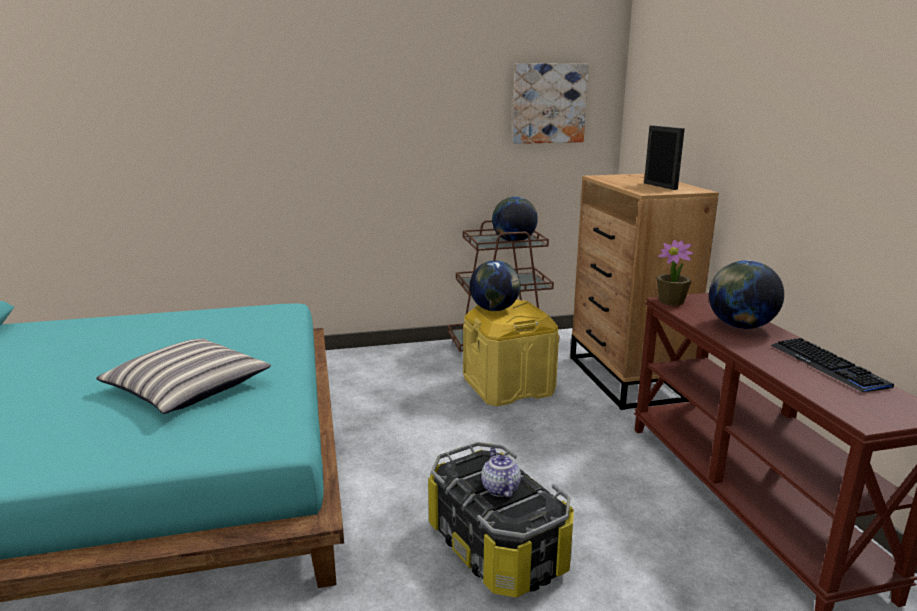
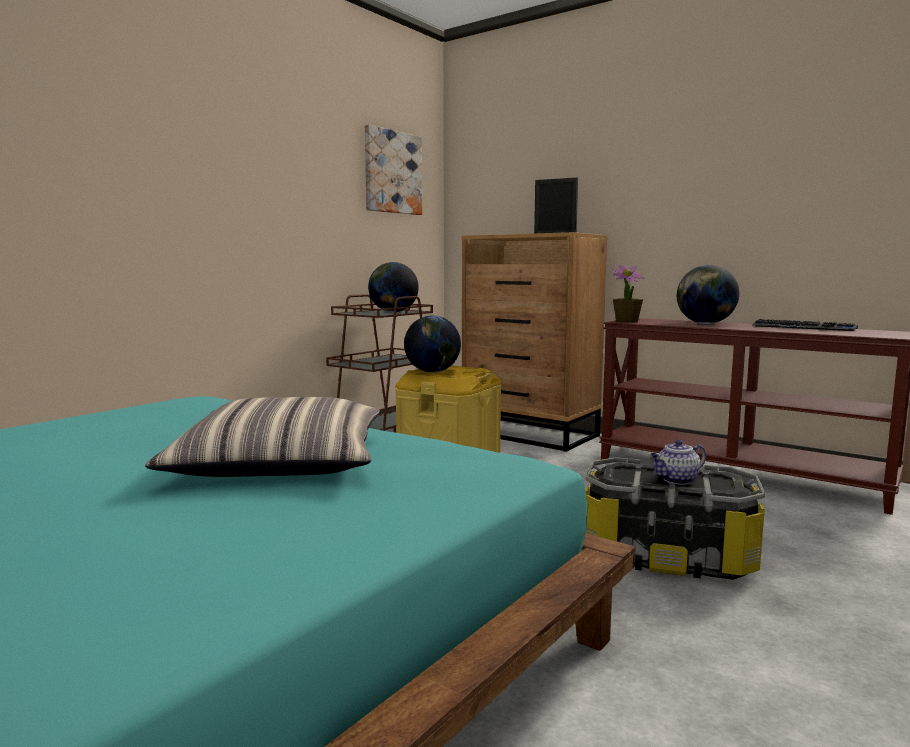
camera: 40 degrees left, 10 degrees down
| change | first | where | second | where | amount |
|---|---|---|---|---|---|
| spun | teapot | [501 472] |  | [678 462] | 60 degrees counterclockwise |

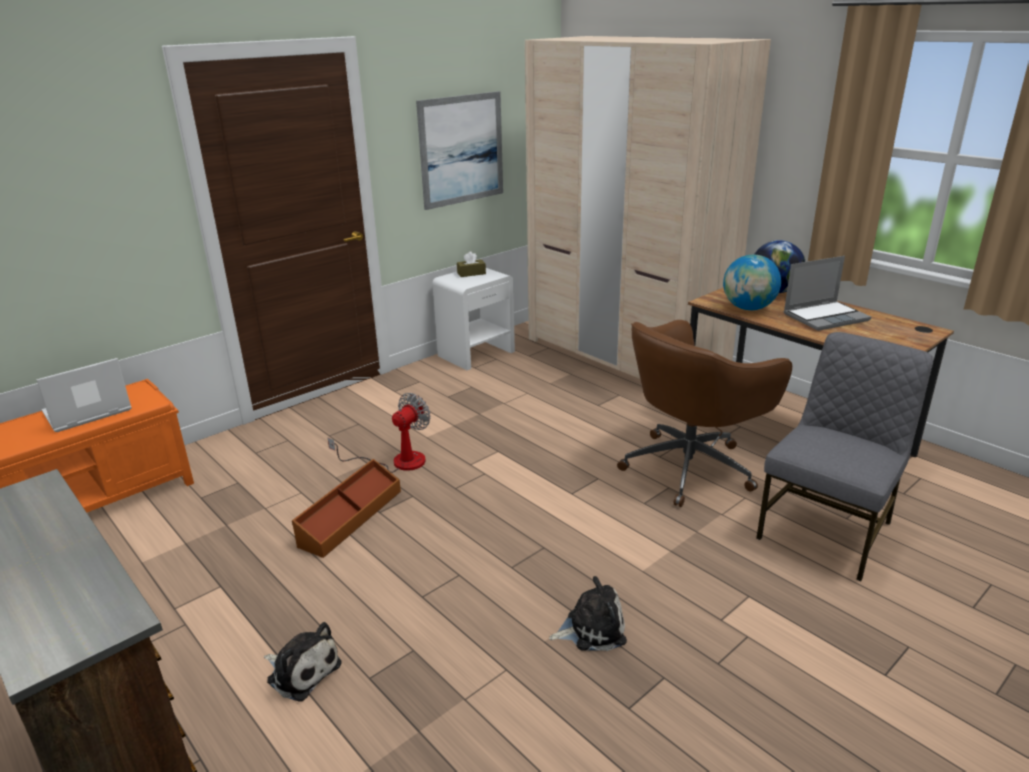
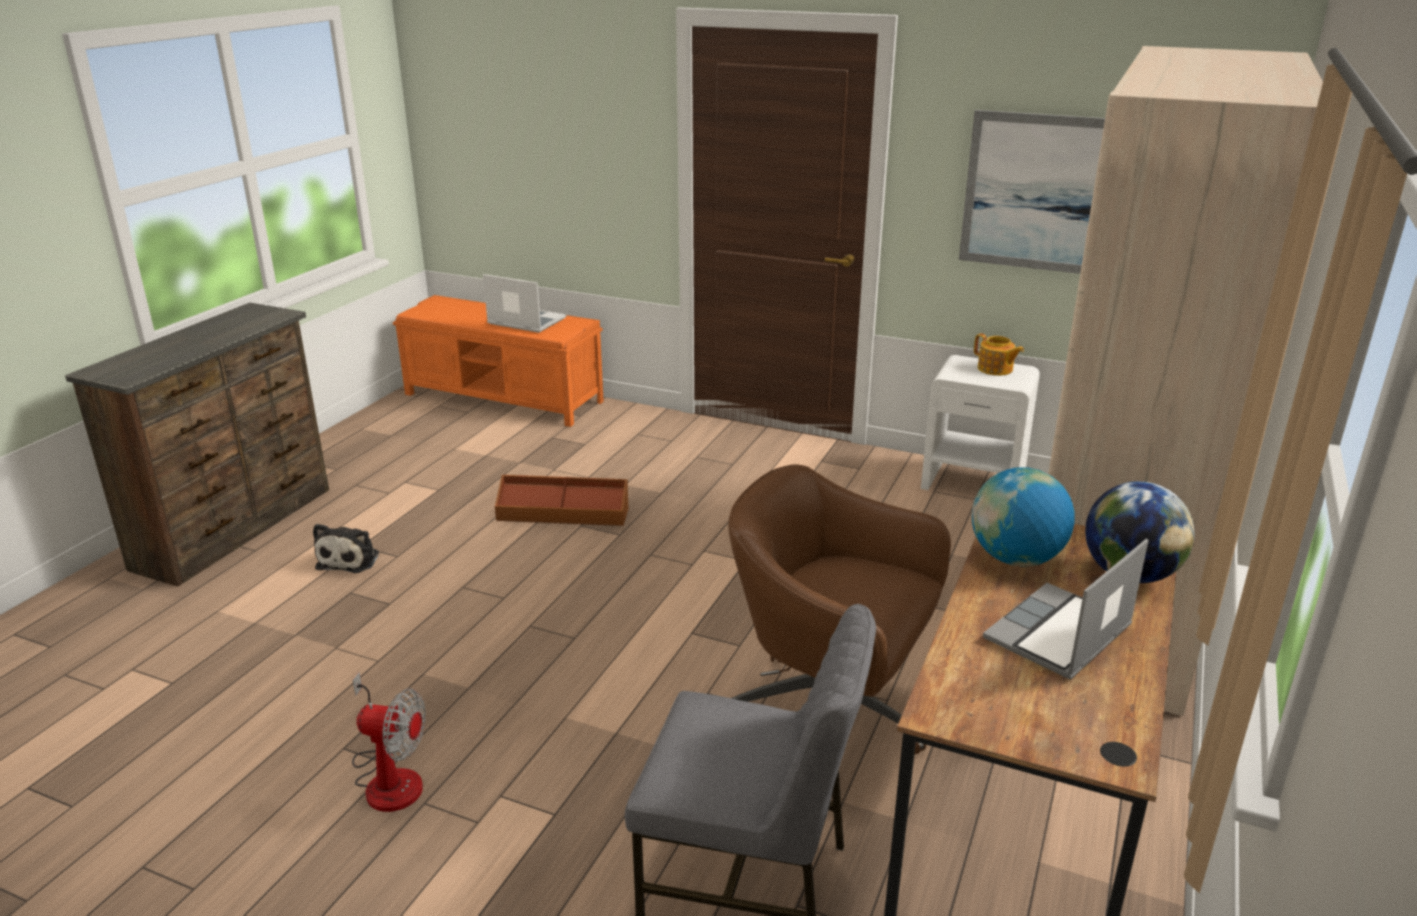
camera: 65 degrees right, 0 degrees up
| change | first | where | second | where | amount |
|---|---|---|---|---|---|
| relocated | fan | [379 433] |  | [389 742] |  |
| exchanged | brown_tissue_box | [471 264] | teapot | [999 354] |  |
| missing | plush_toy | [588 613] |  |  |  |
| spun | laptop | [827 293] |  | [1066 609] | 90 degrees clockwise |

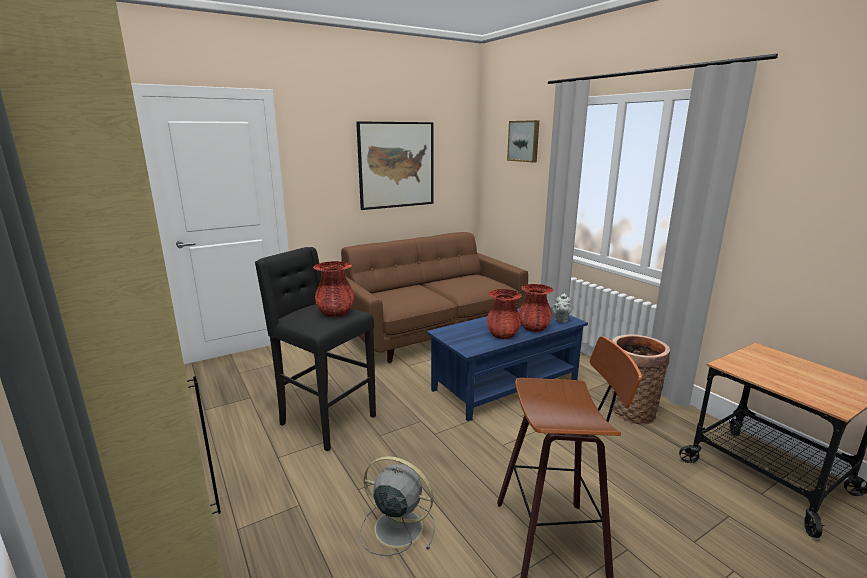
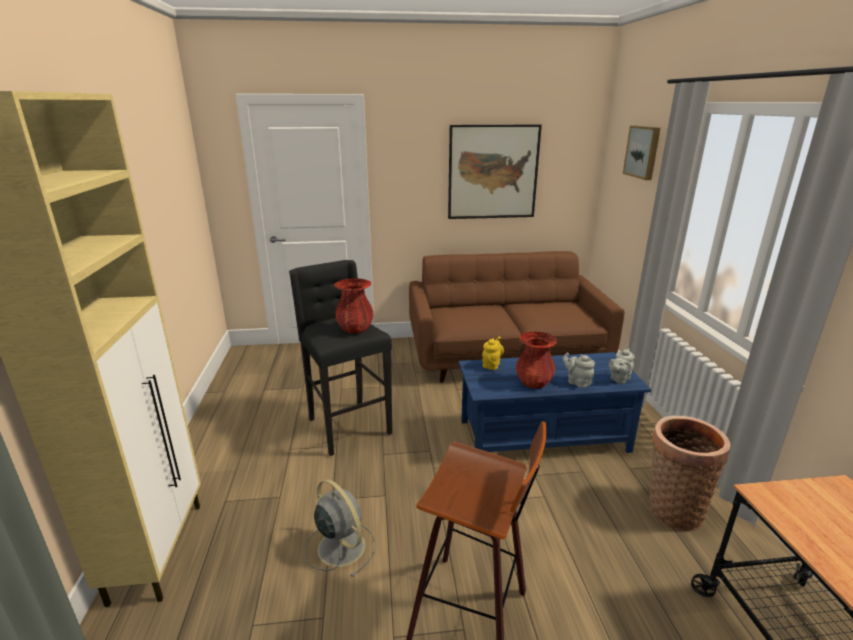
camera: 25 degrees right, 5 degrees up
| change | first | where | second | where | amount |
|---|---|---|---|---|---|
| exchanged | red_vase | [536 308] | grey_teapot | [579 370] |  |
| appeared |  |  | yellow_teapot | [493 353] |  |

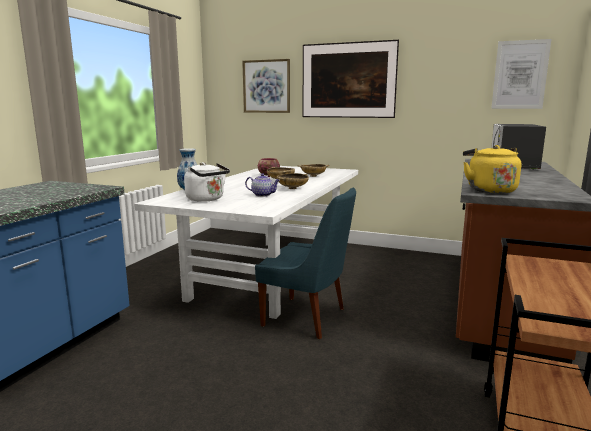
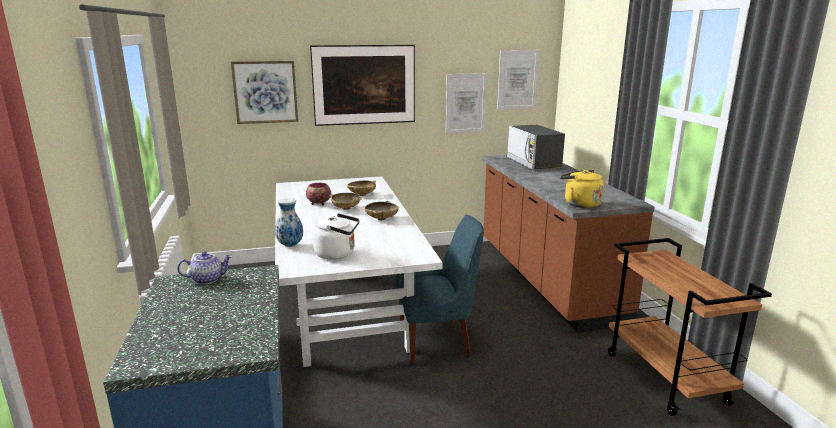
camera: 35 degrees left, 5 degrees up
| change | first | where | second | where | amount |
|---|---|---|---|---|---|
| relocated | teapot | [262 185] |  | [204 267] |  |
| appeared |  |  | picture | [466 103] |  |

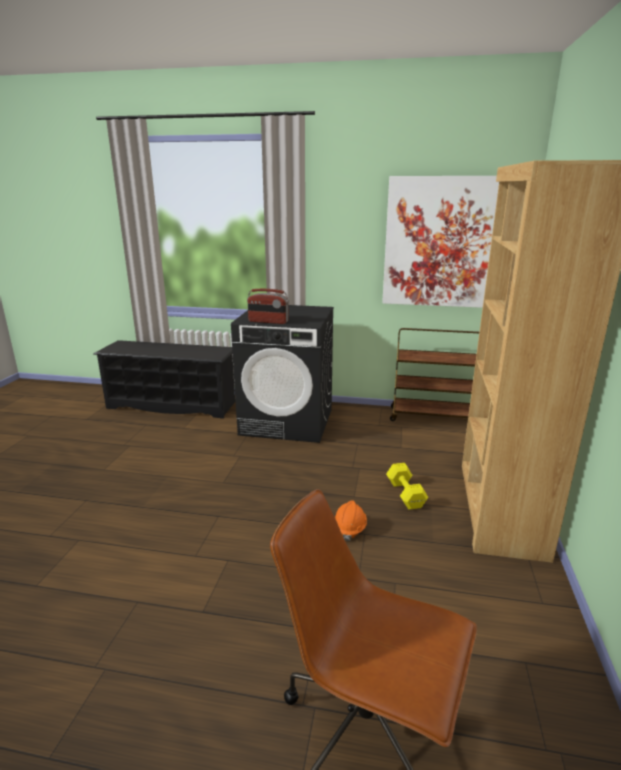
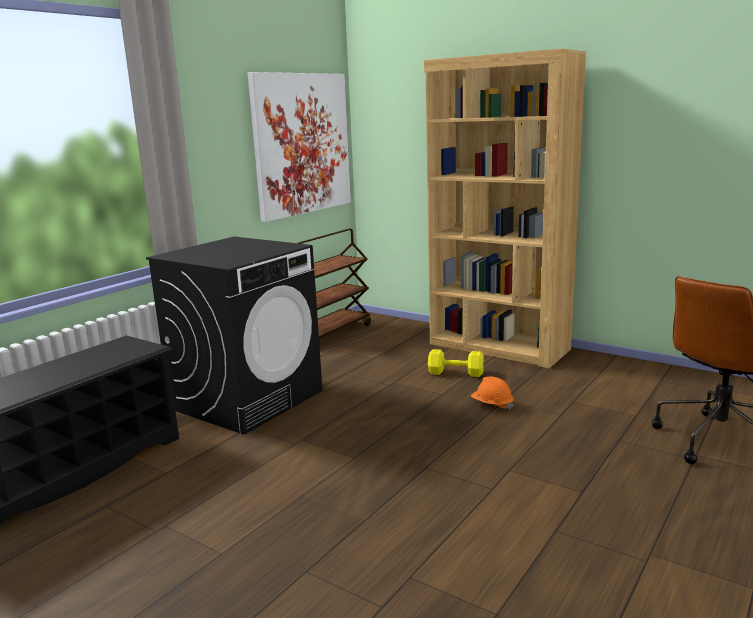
camera: 65 degrees left, 5 degrees down
| change | first | where | second | where | amount |
|---|---|---|---|---|---|
| missing | radio | [268 306] |  |  |  |

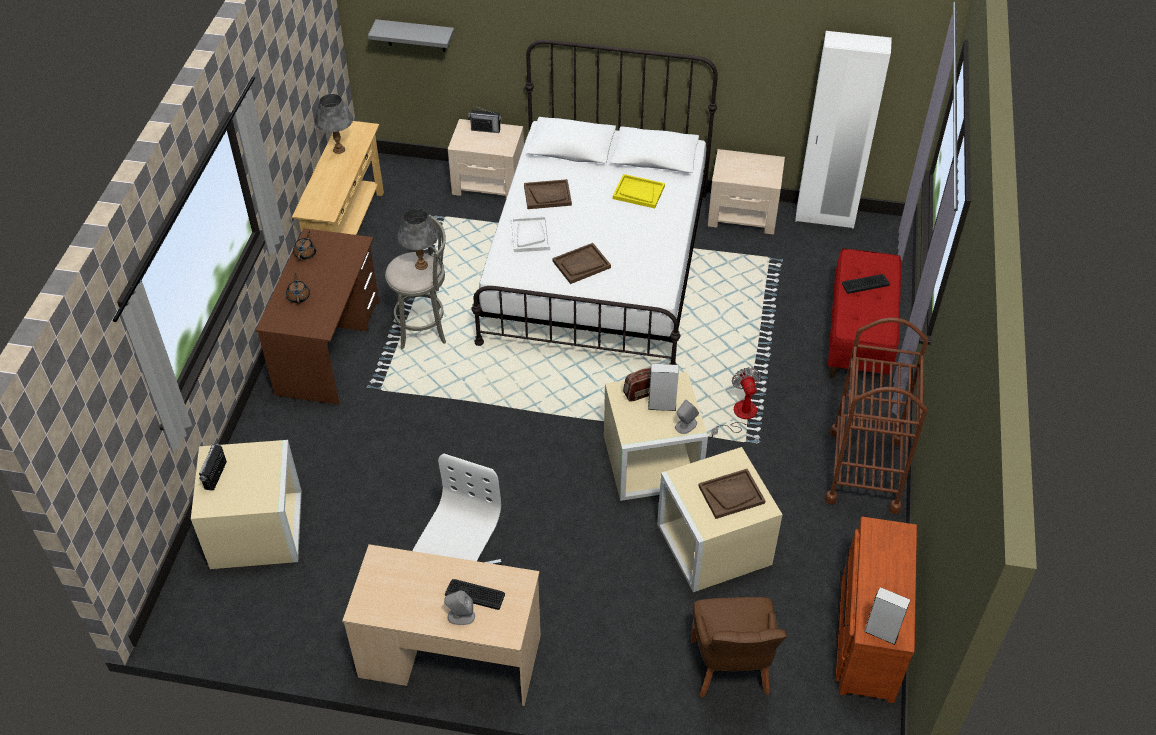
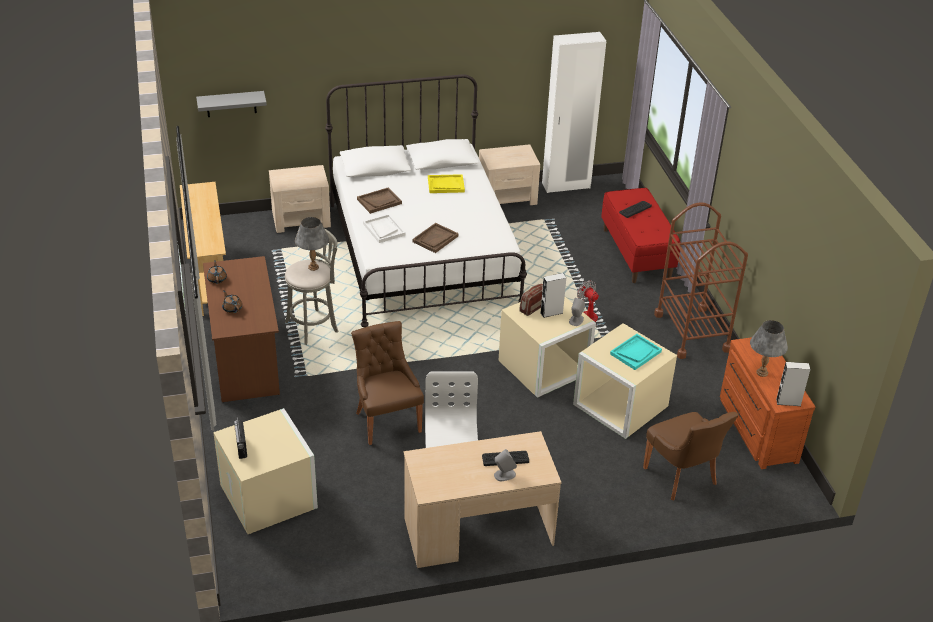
camera: 25 degrees left, 10 degrees down
| change | first | where | second | where | amount |
|---|---|---|---|---|---|
| relocated | grey_table_lamp | [334 124] |  | [769 348] |  |
| missing | radio | [485 119] |  |  |  |
| colour | brown_tray | [731 494] | turquoise_tray | [636 352] |  |
| appeared |  |  | brown_chair | [387 383] |  |

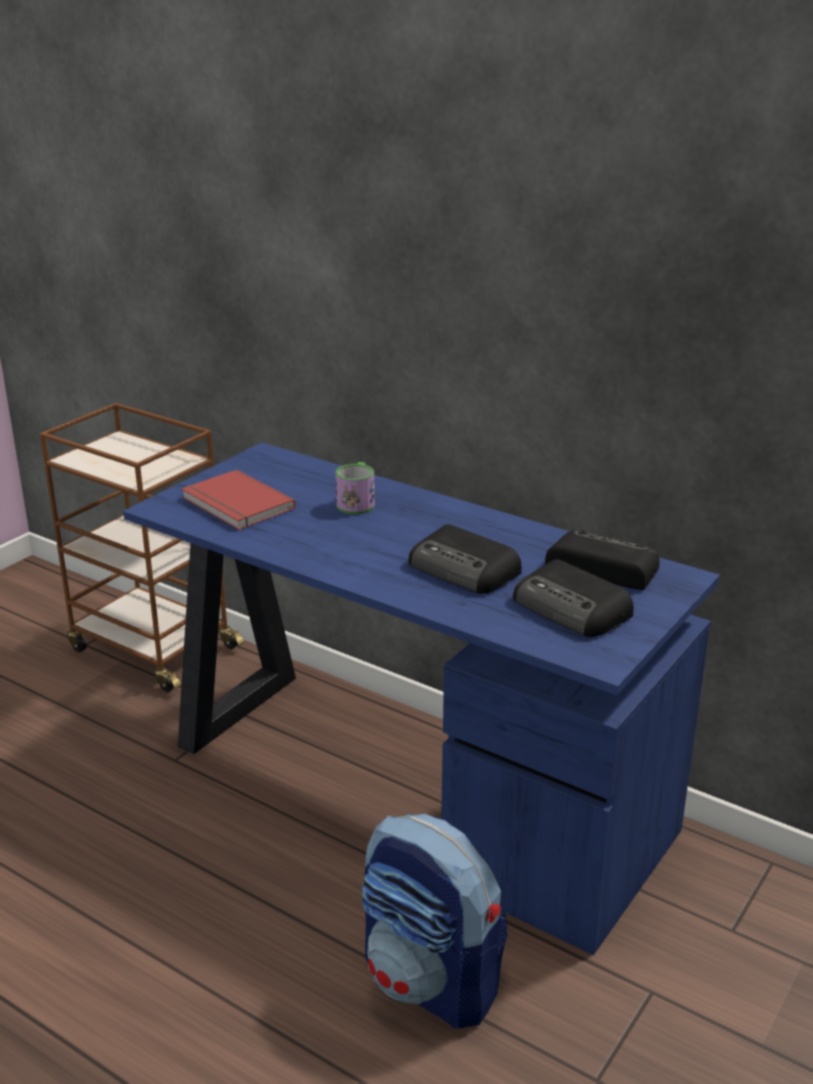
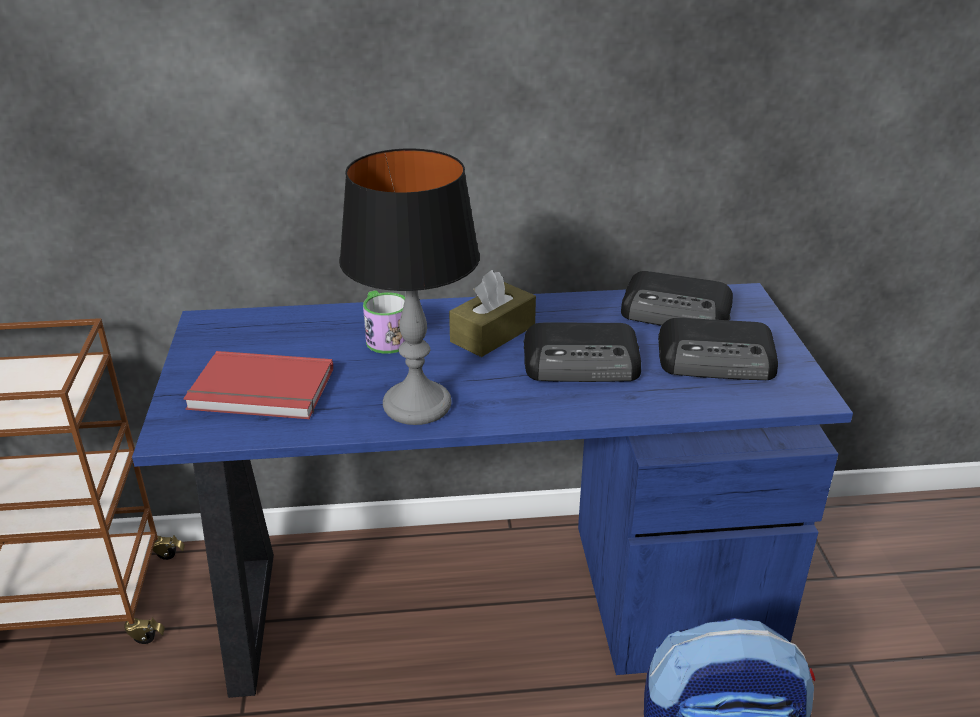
camera: 40 degrees left, 5 degrees up
| change | first | where | second | where | amount |
|---|---|---|---|---|---|
| spun | radio | [602 560] |  | [677 298] | 150 degrees counterclockwise |
| appeared |  |  | table_lamp | [409 287] |  |
| appeared |  |  | brown_tissue_box | [492 313] |  |

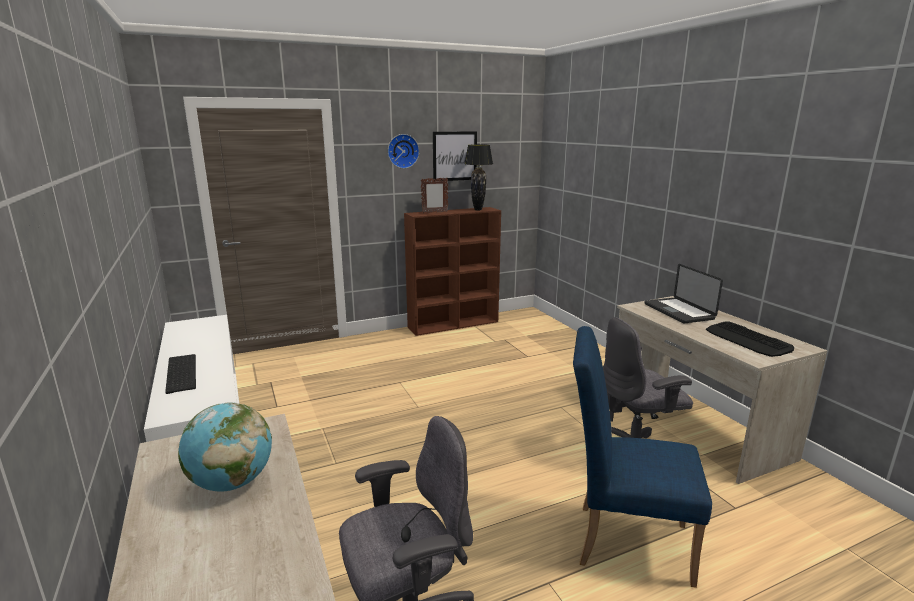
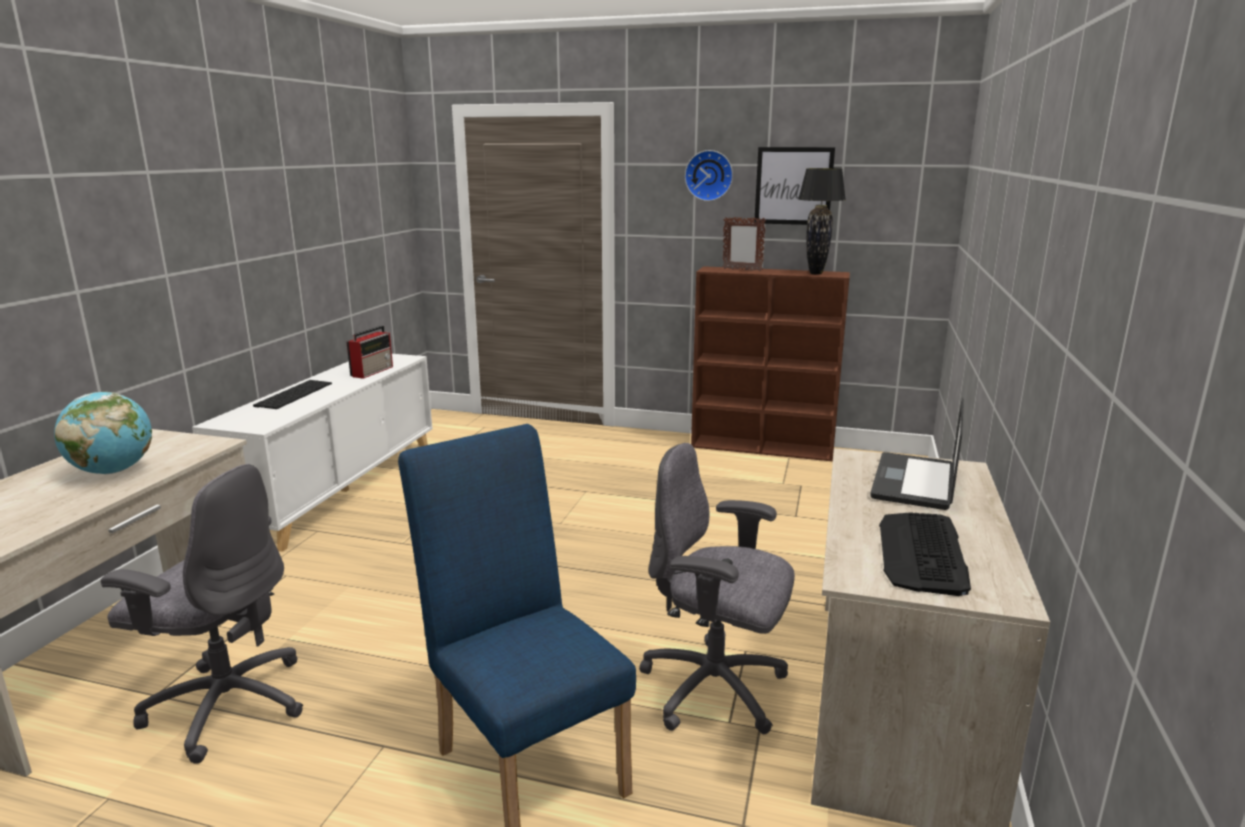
camera: 40 degrees right, 0 degrees up
| change | first | where | second | where | amount |
|---|---|---|---|---|---|
| appeared |  |  | radio | [370 352] |  |

